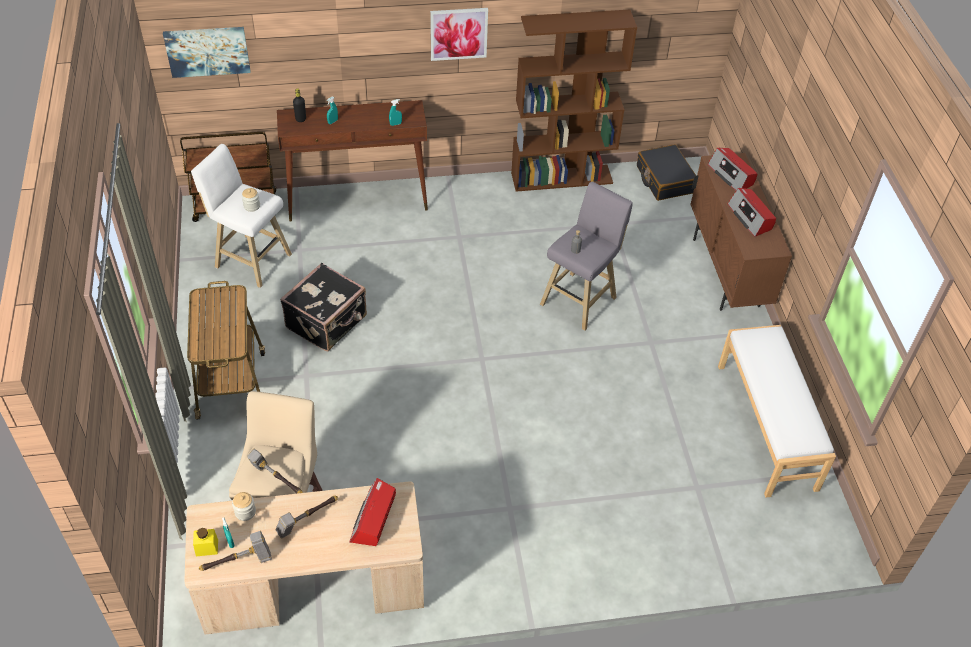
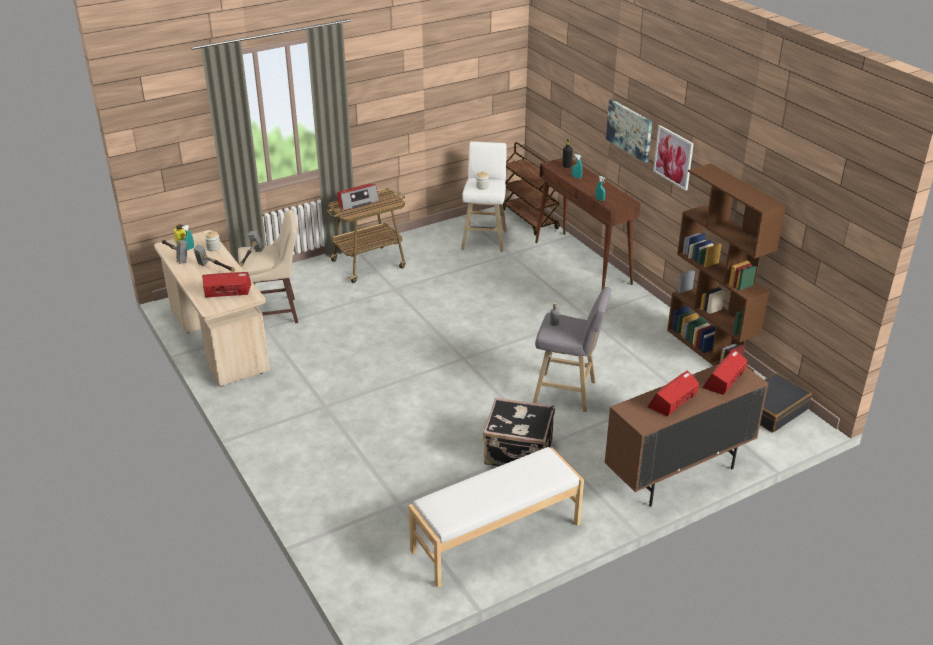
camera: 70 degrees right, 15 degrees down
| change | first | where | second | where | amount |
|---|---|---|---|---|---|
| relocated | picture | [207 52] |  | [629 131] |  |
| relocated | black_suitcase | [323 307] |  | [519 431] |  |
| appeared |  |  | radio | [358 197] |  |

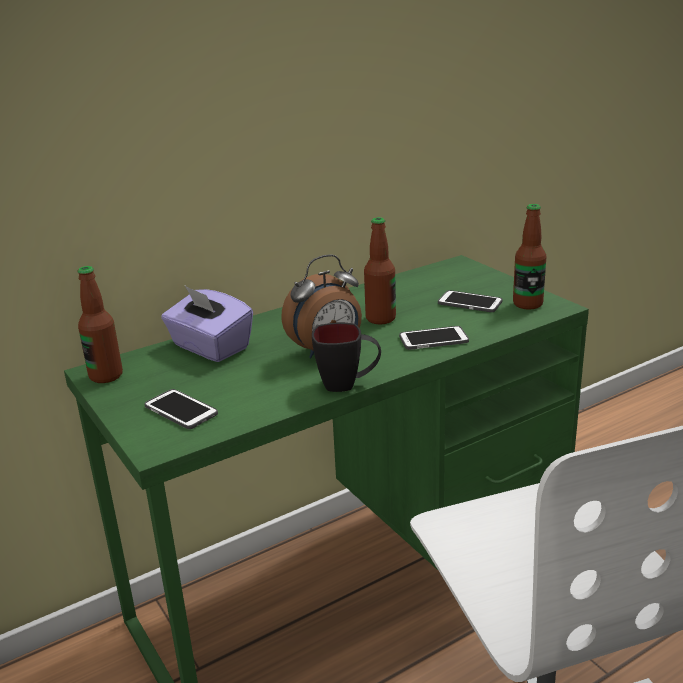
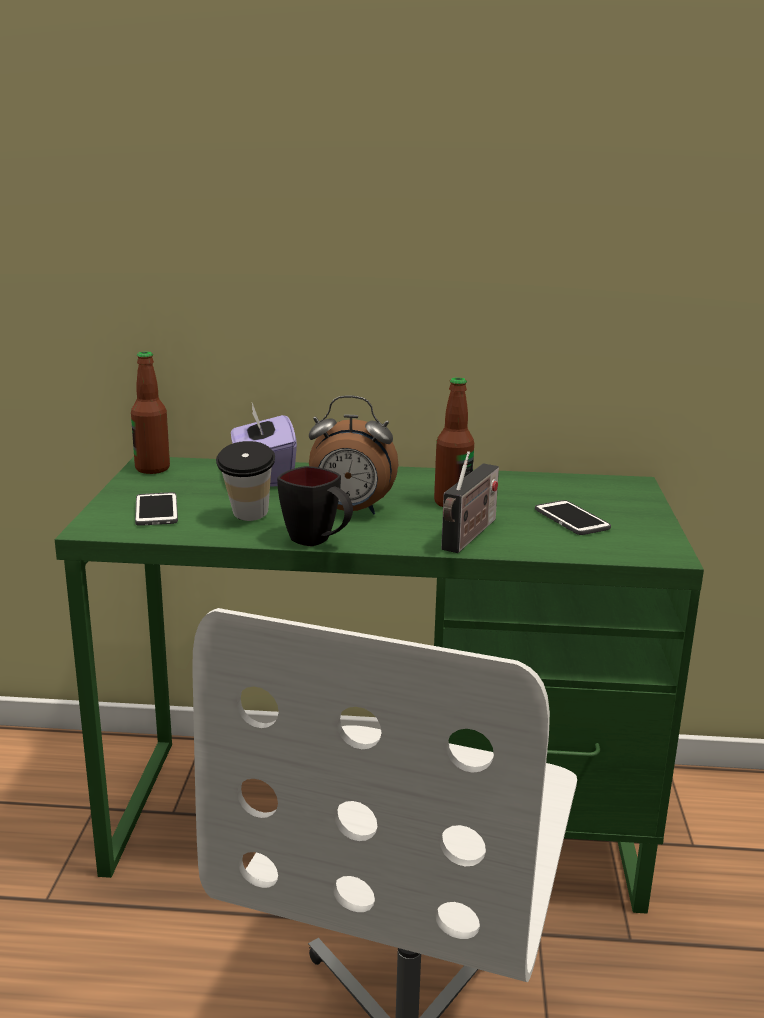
camera: 35 degrees right, 5 degrees down
| change | first | where | second | where | amount |
|---|---|---|---|---|---|
| exchanged | phone | [434 338] | radio | [470 502] |  |
| missing | bottle | [529 257] |  |  |  |
| appeared |  |  | cup | [245 481] |  |

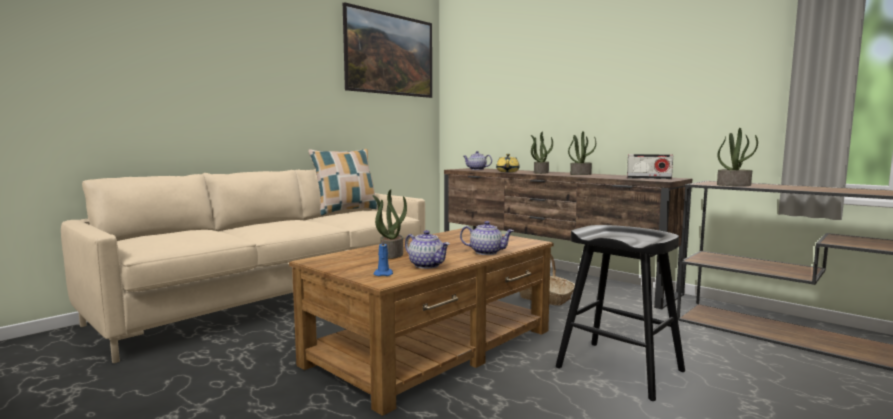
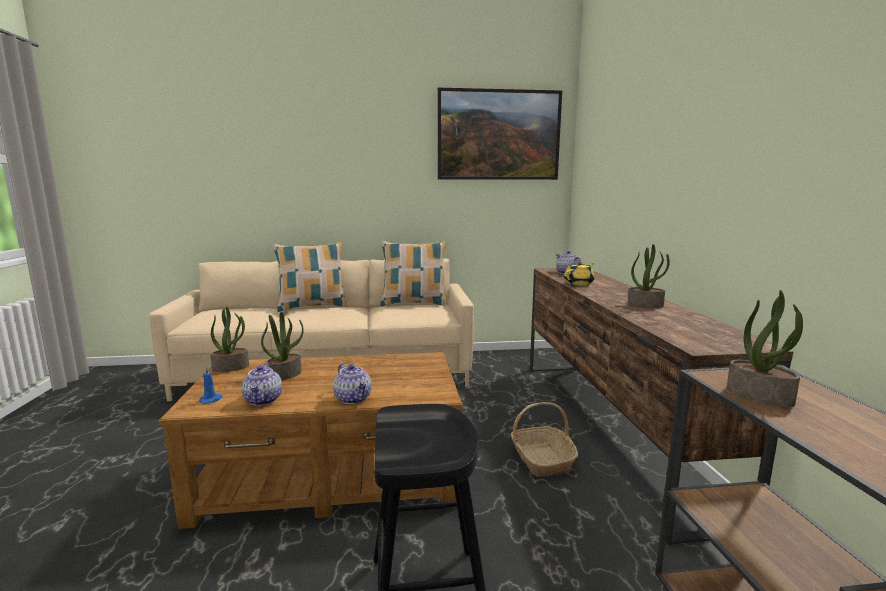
camera: 40 degrees right, 5 degrees up
| change | first | where | second | where | amount |
|---|---|---|---|---|---|
| relocated | potted_plant | [542 153] |  | [229 339] |  |
| missing | radio | [650 166] |  |  |  |
| appeared |  |  | pillow | [310 277] |  |

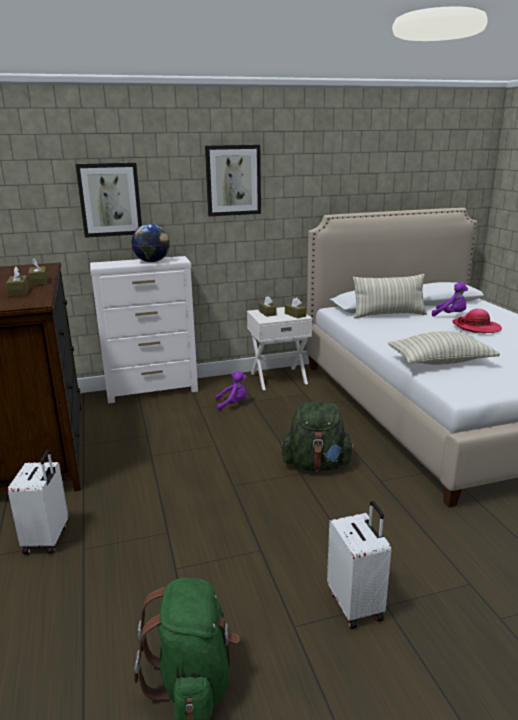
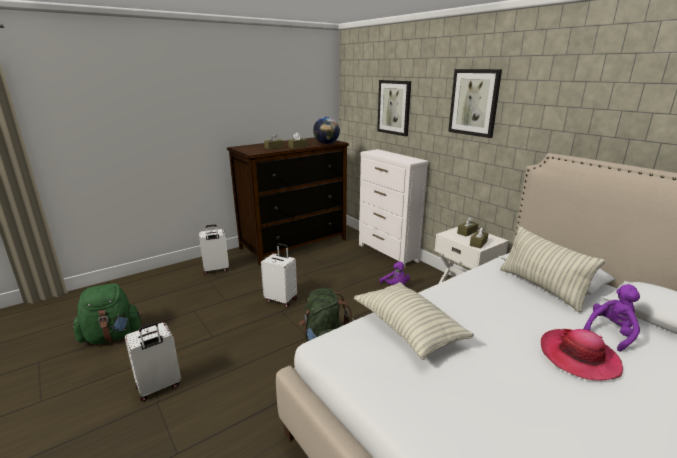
camera: 70 degrees right, 0 degrees up
| change | first | where | second | where | amount |
|---|---|---|---|---|---|
| relocated | globe | [150 243] |  | [326 130] |  |
| spun | purple_plush_toy | [450 299] |  | [611 318] | 135 degrees counterclockwise |
| appeared |  |  | white_suitcase | [279 275] |  |

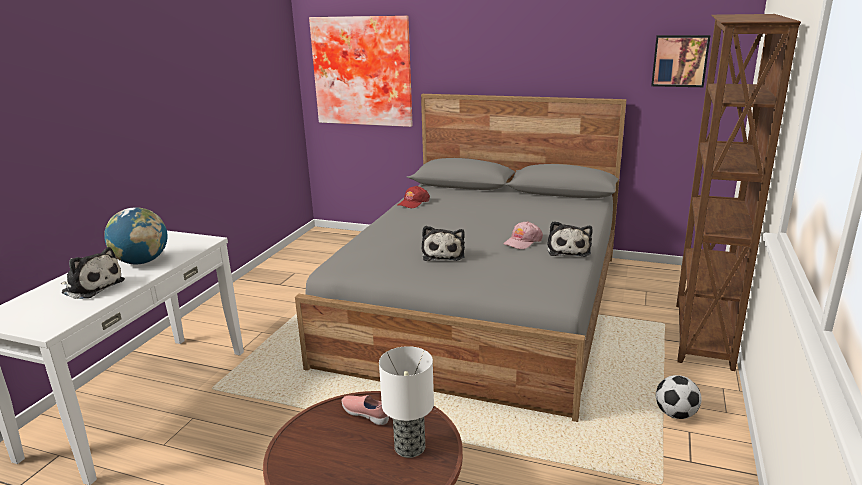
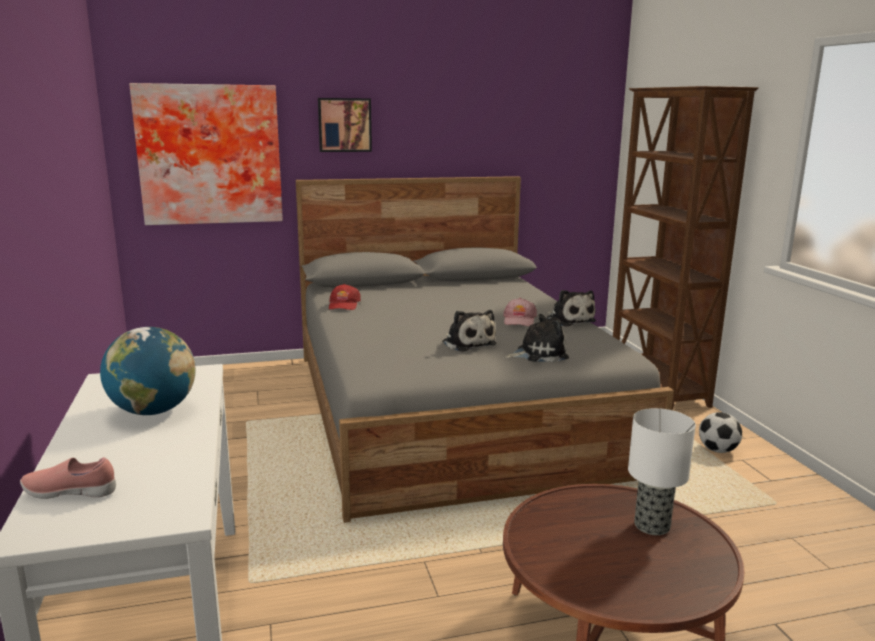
camera: 35 degrees left, 5 degrees down
| change | first | where | second | where | amount |
|---|---|---|---|---|---|
| relocated | plush_toy | [93 273] |  | [537 338] |  |
| relocated | pink_shoe | [365 410] |  | [68 478] |  |
| relocated | picture | [680 61] |  | [345 125] |  |

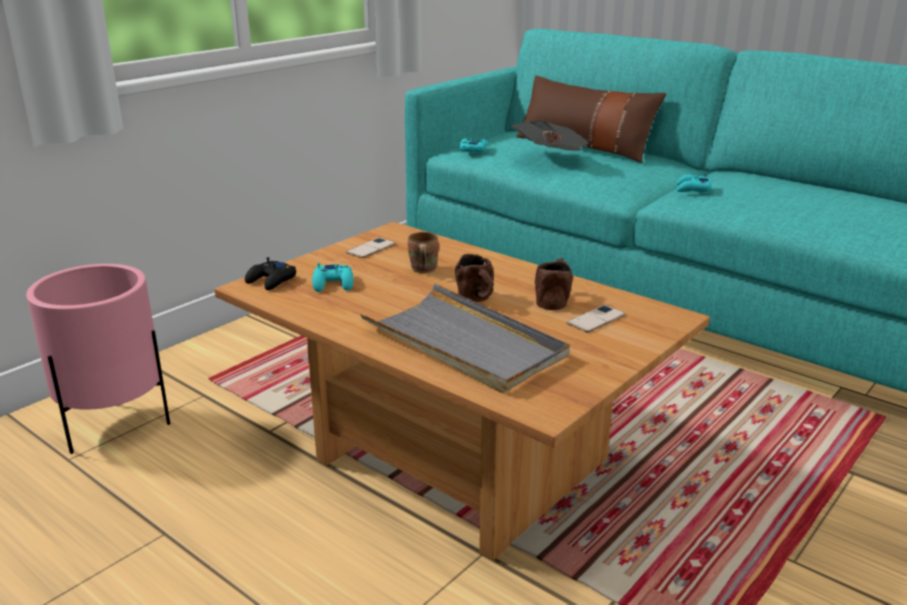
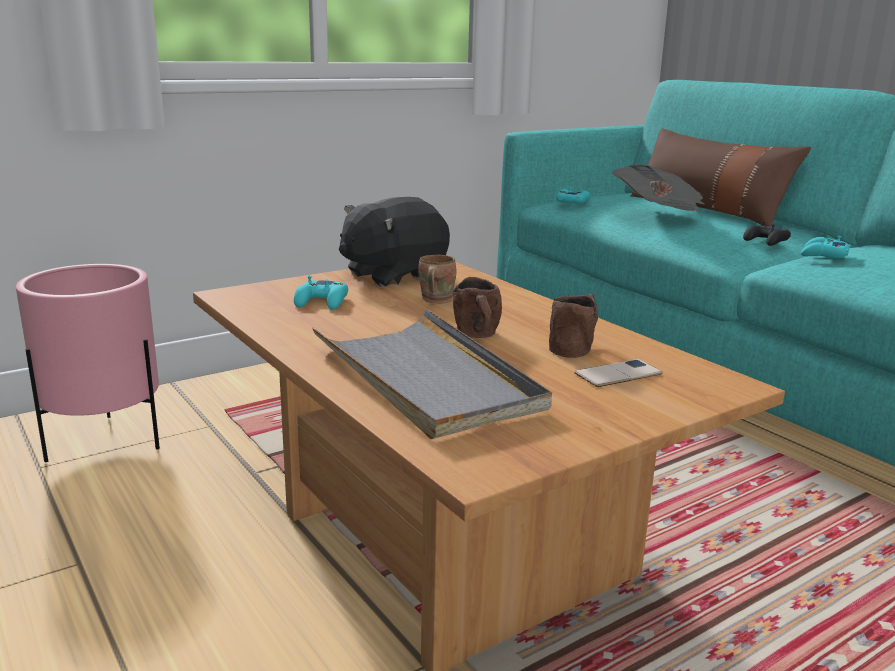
camera: 15 degrees right, 5 degrees down
| change | first | where | second | where | amount |
|---|---|---|---|---|---|
| relocated | black_game_controller | [270 273] |  | [767 233] |  |
| exchanged | phone | [371 248] | black_plush_toy | [394 242] |  |

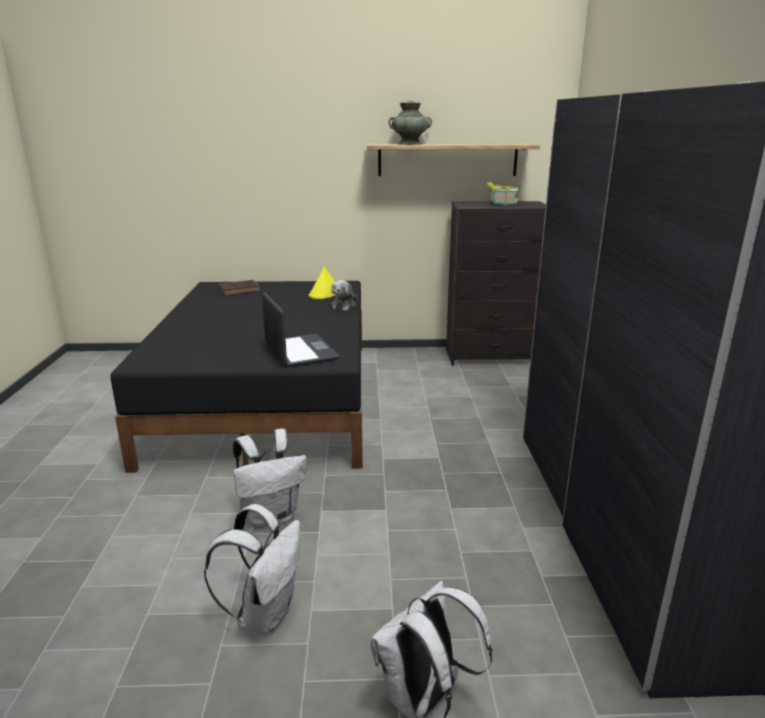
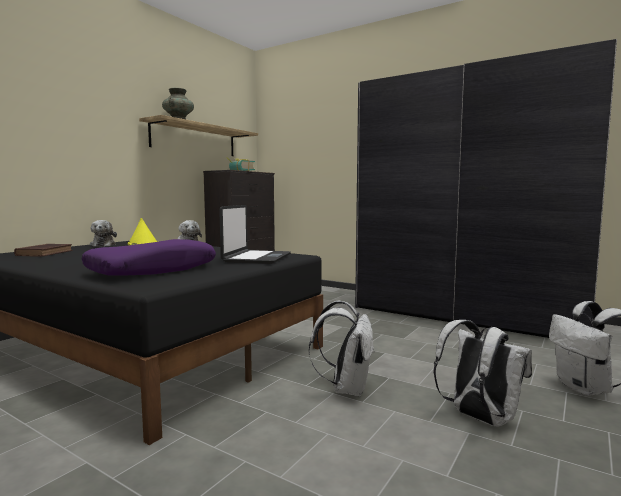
camera: 55 degrees left, 15 degrees down
| change | first | where | second | where | amount |
|---|---|---|---|---|---|
| spun | laptop | [300 329] |  | [255 234] | 90 degrees clockwise |
| appeared |  |  | purple_pillow | [149 257] |  |
| appeared |  |  | plush_toy | [103 233] |  |

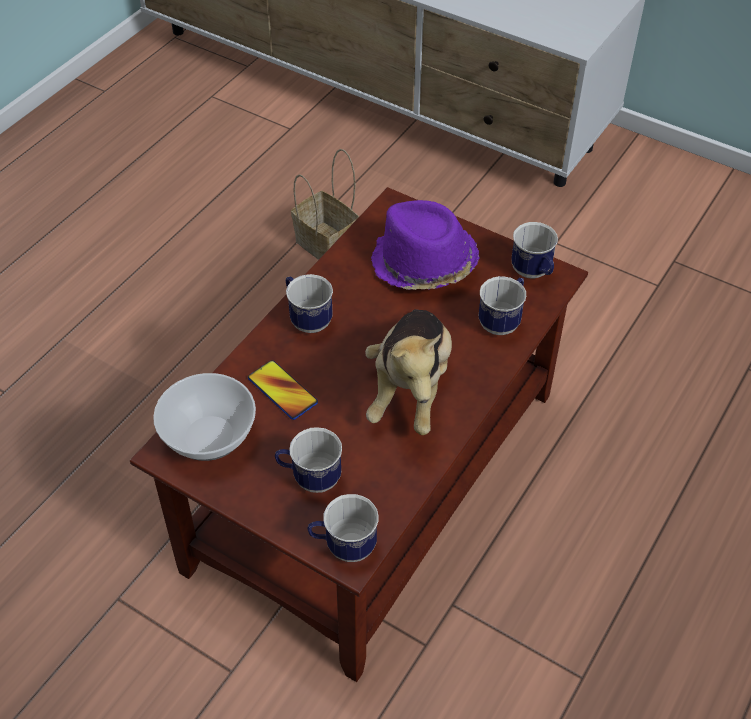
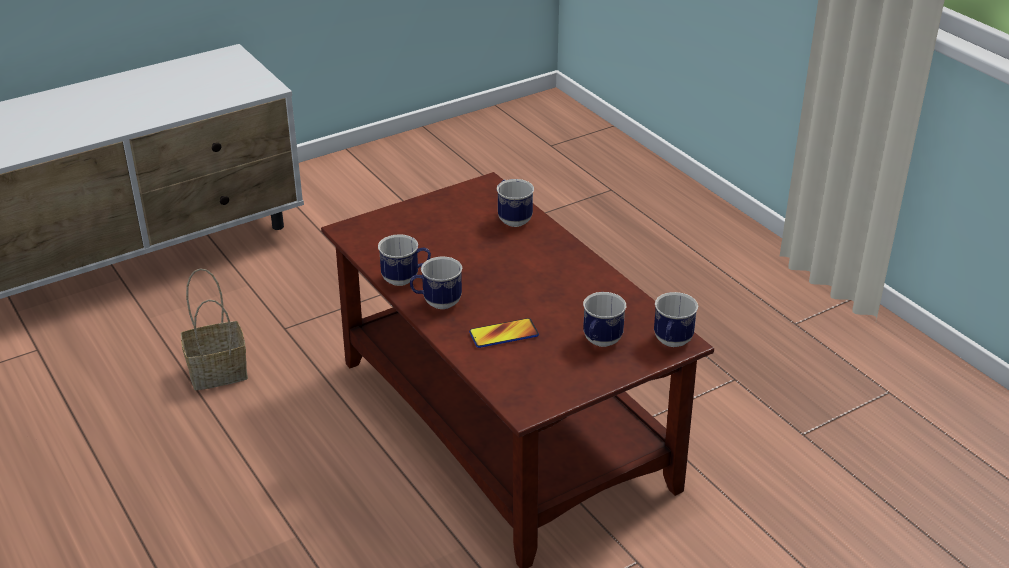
camera: 65 degrees left, 15 degrees down
| change | first | where | second | where | amount |
|---|---|---|---|---|---|
| missing | bowl | [204 417] |  |  |  |
| missing | plush_toy | [408 372] |  |  |  |
| missing | purple_hat | [425 245] |  |  |  |
| relocated | mug | [534 250] |  | [404 260] |  |

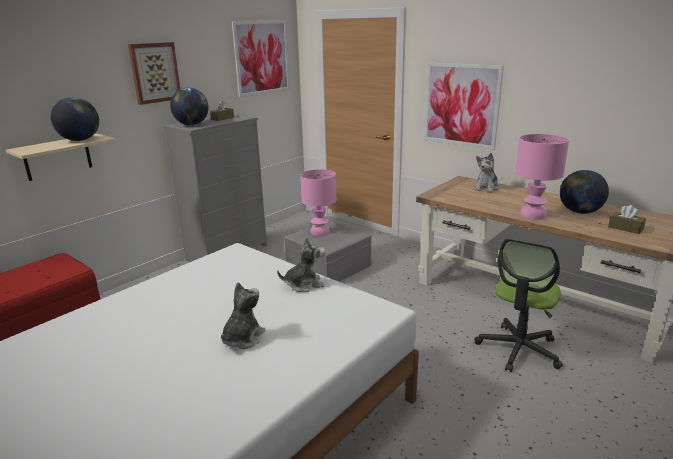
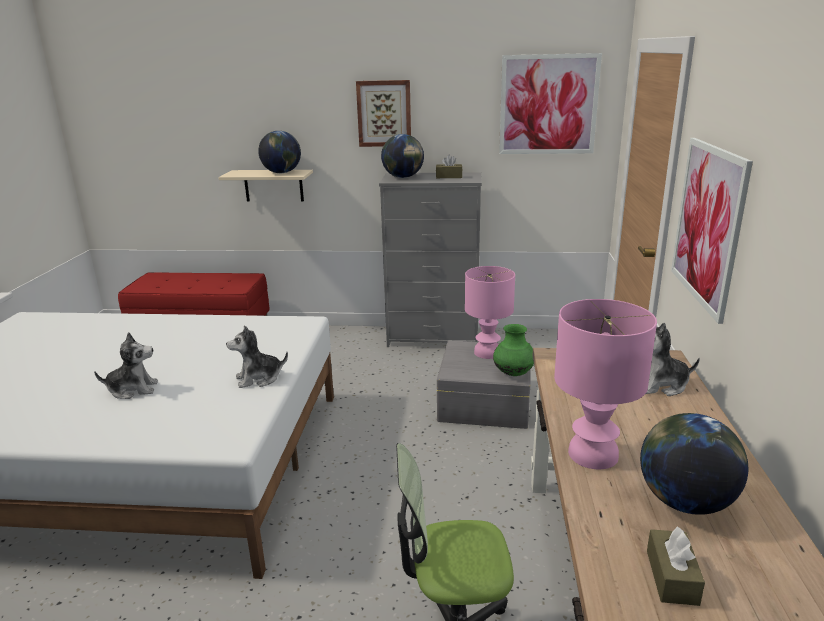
camera: 55 degrees right, 0 degrees up
| change | first | where | second | where | amount |
|---|---|---|---|---|---|
| spun | plush_toy | [301 264] |  | [257 356] | 120 degrees clockwise |
| appeared |  |  | green_vase | [513 350] |  |

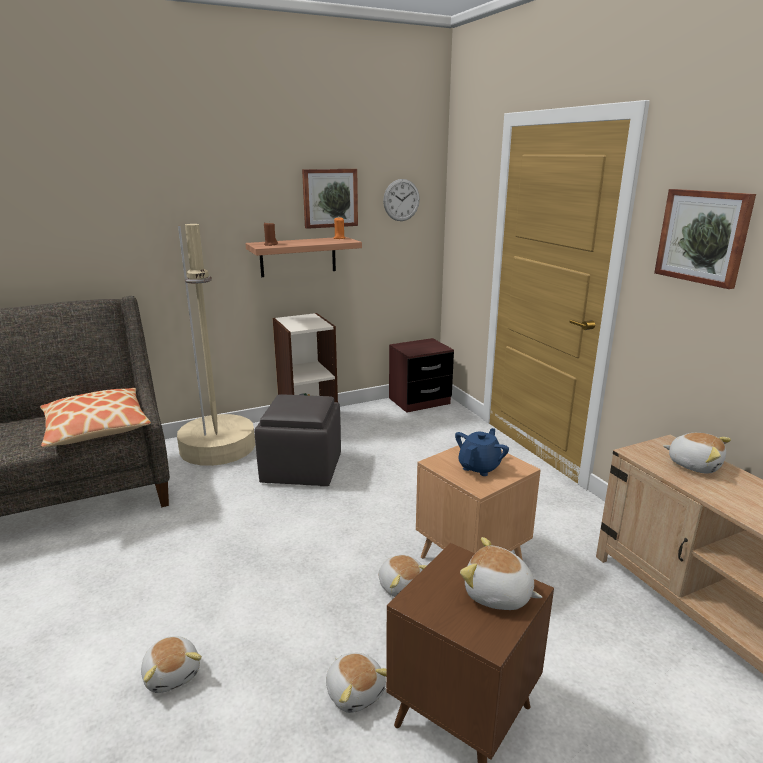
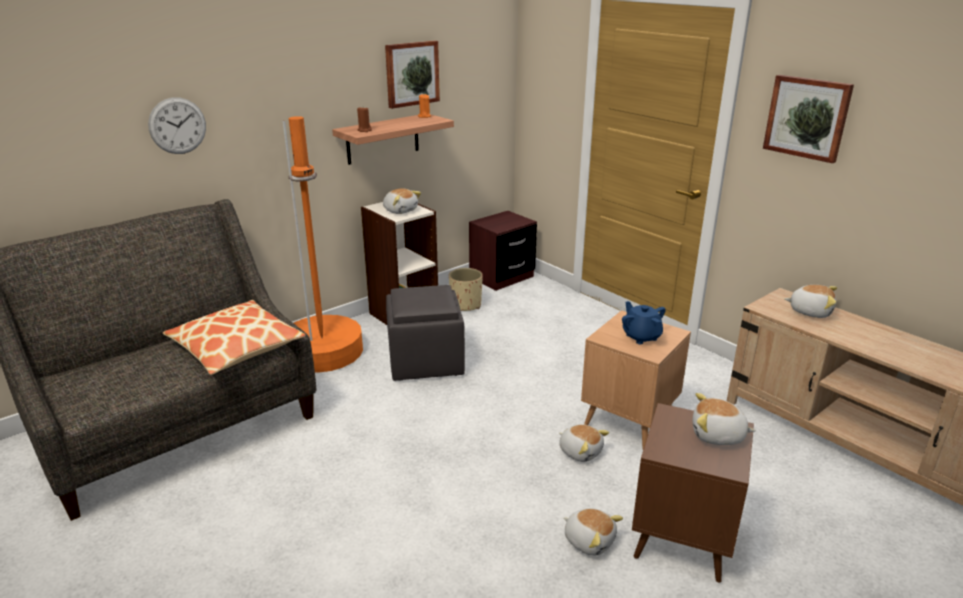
camera: 15 degrees left, 5 degrees up
| change | first | where | second | where | amount |
|---|---|---|---|---|---|
| relocated | plush_toy | [171 664] |  | [402 201] |  |
| colour | beige_floor_lamp | [216 345] | orange_floor_lamp | [323 244] |  |
| relocated | wall_clock | [401 200] |  | [177 125] |  |
| spun | blue_teapot | [482 452] |  | [644 322] | 45 degrees counterclockwise |
| appeared |  |  | beige_planter | [466 289] |  |

